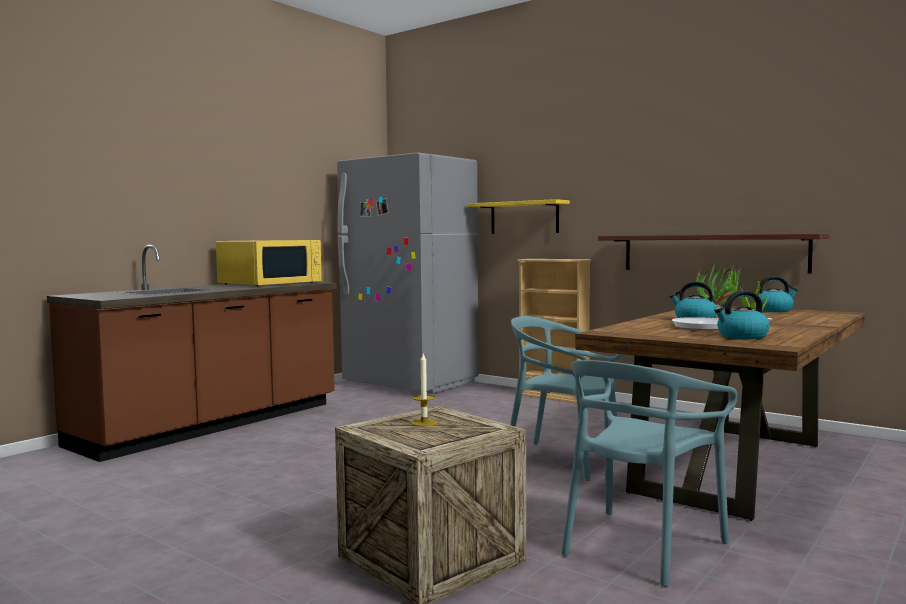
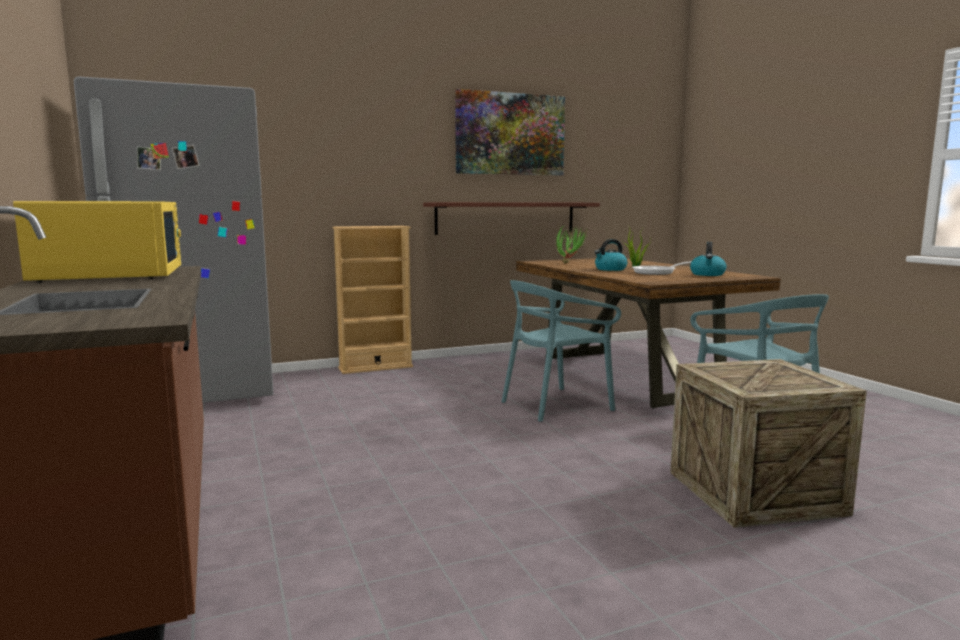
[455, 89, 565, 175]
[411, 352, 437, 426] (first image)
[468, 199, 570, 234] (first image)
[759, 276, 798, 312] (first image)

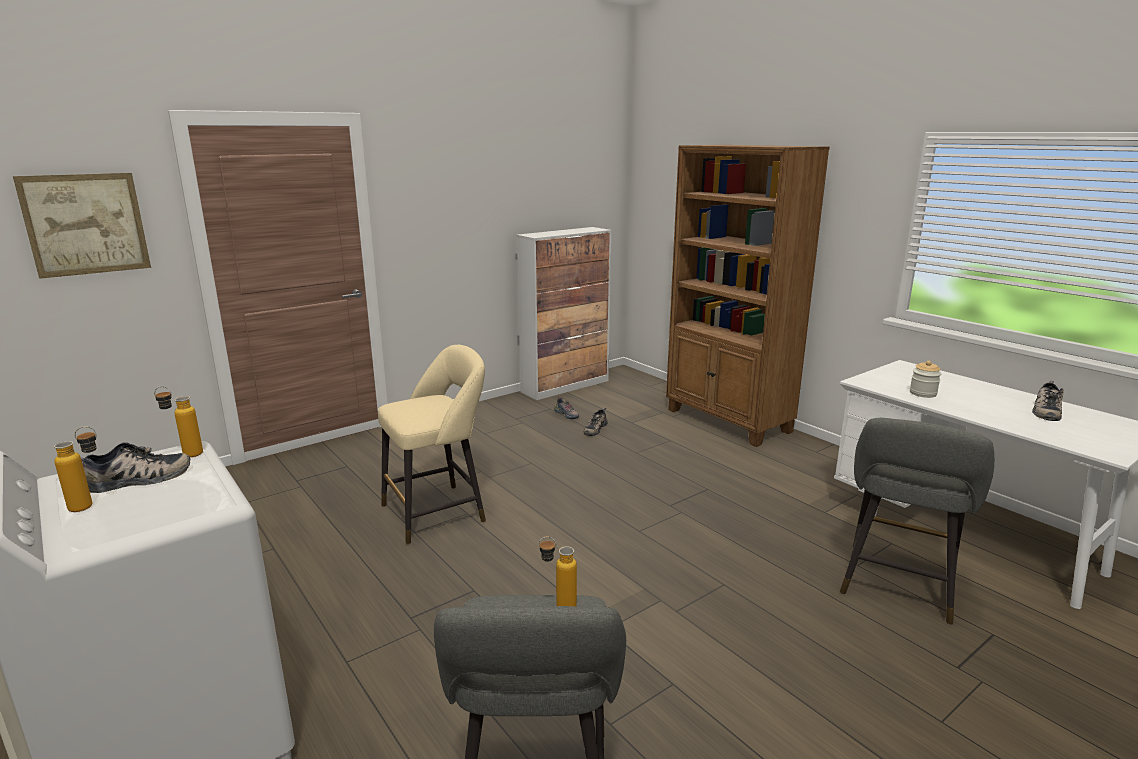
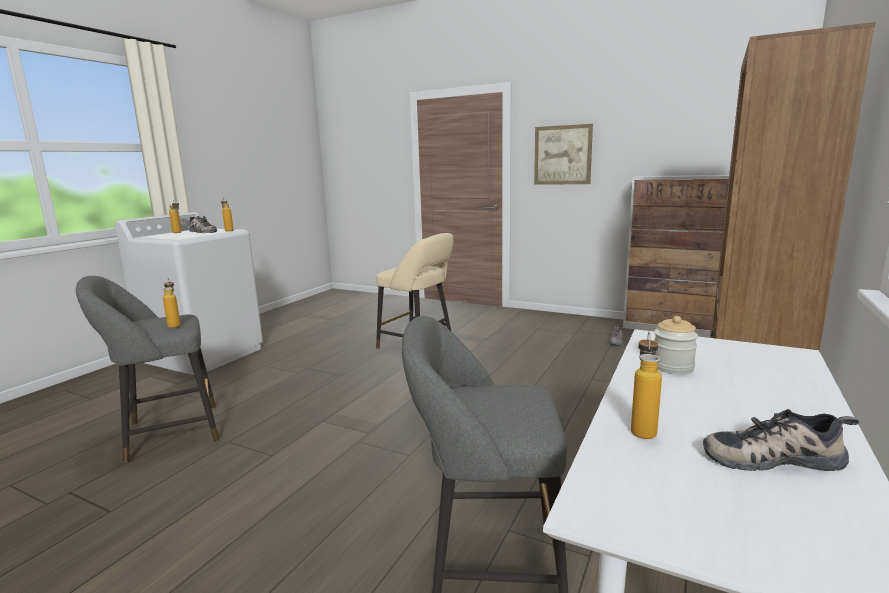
[534, 124, 593, 185]
[631, 332, 662, 439]
[583, 408, 607, 436] (first image)

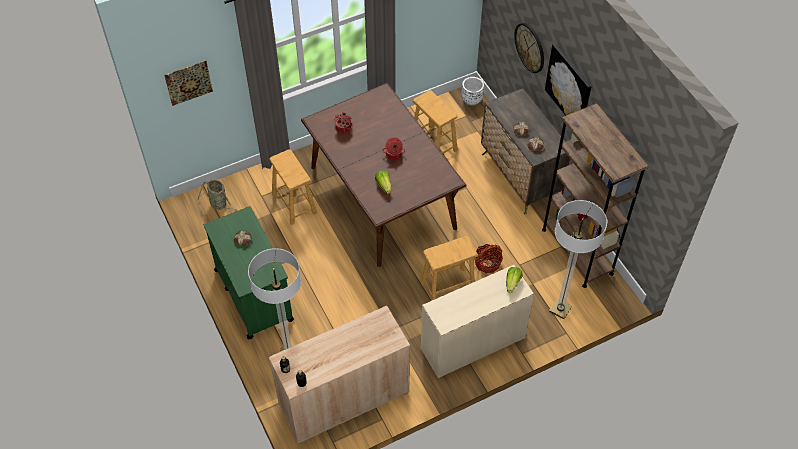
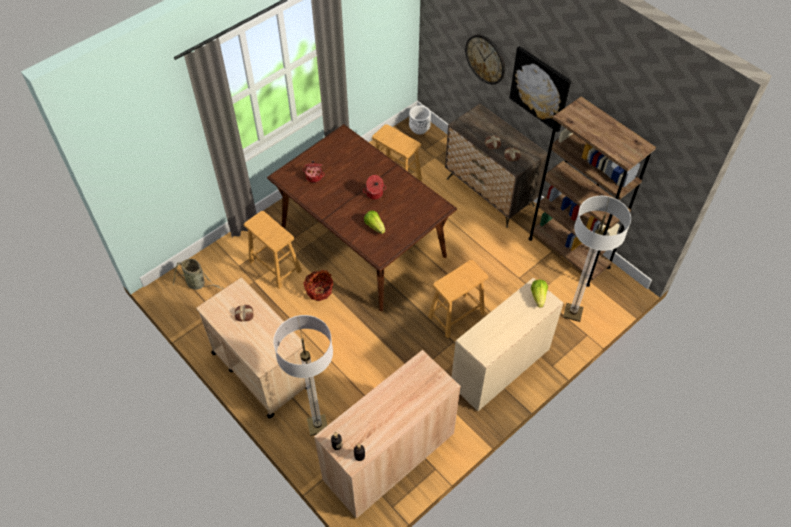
[196, 278, 307, 418]
[303, 270, 333, 301]
[164, 61, 213, 106] (first image)

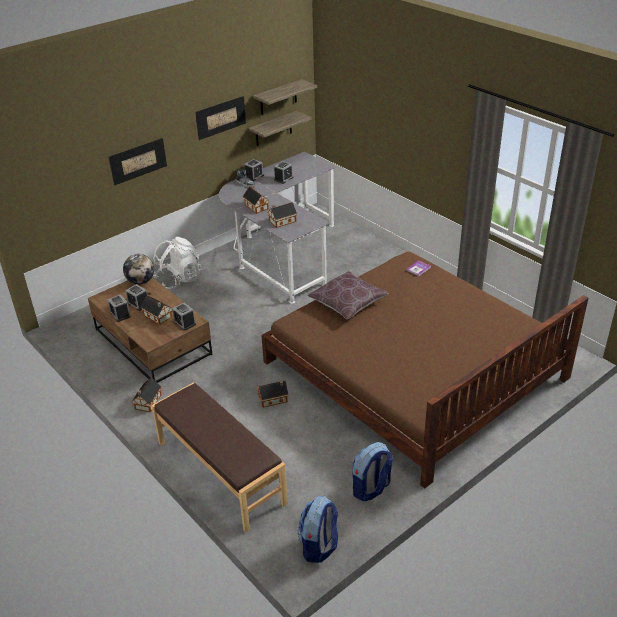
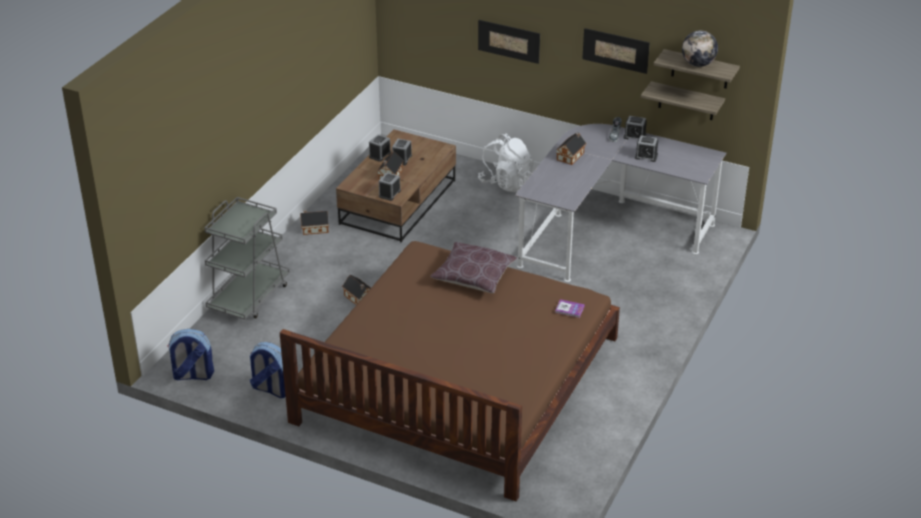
[204, 197, 290, 320]
[682, 30, 718, 67]
[267, 202, 297, 228] (first image)

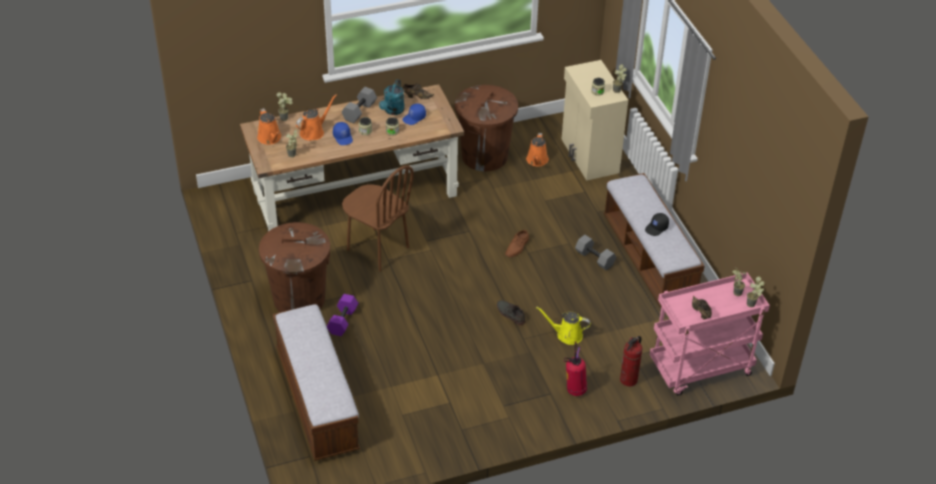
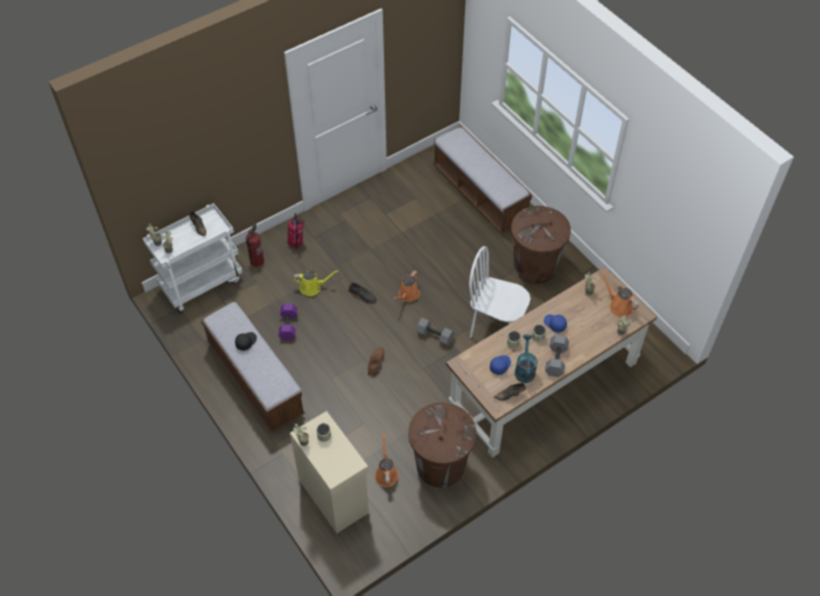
[143, 203, 243, 313]
[278, 303, 297, 340]
[394, 270, 420, 302]
[416, 318, 454, 346]
[469, 246, 531, 338]

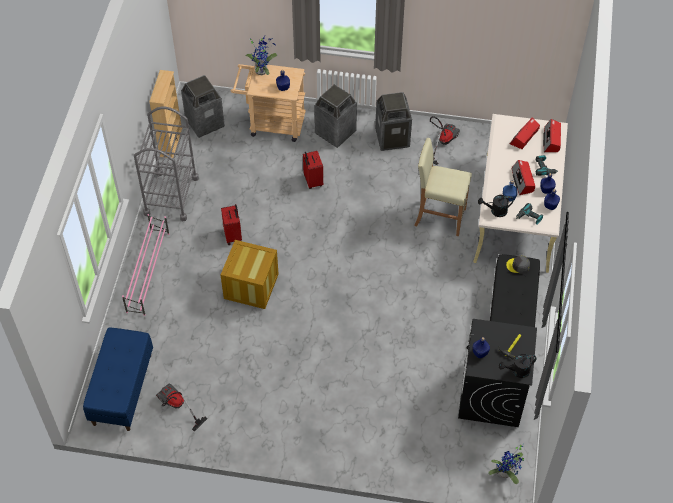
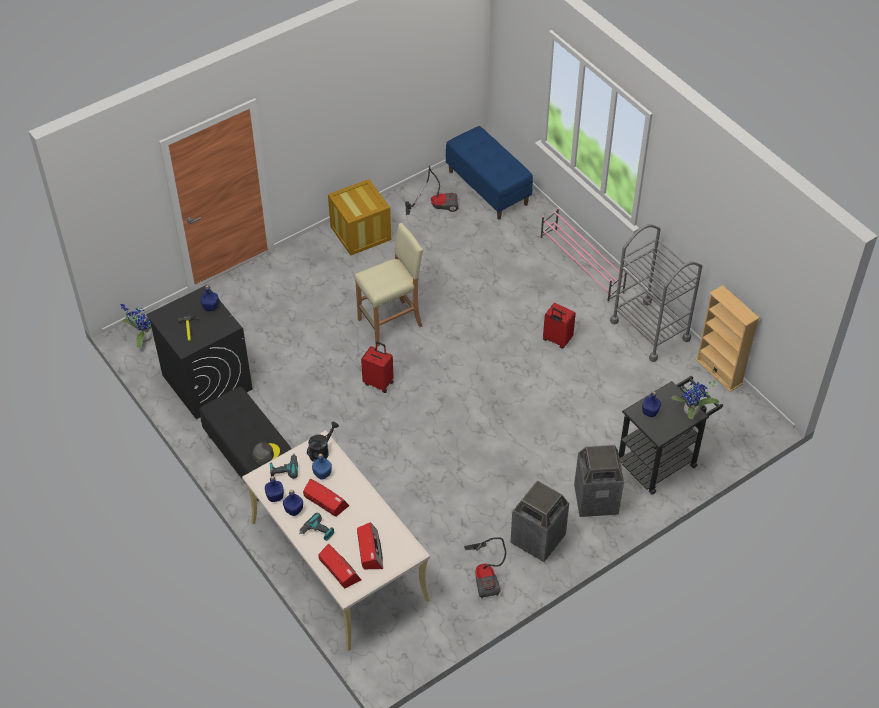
[328, 179, 391, 256]
[354, 223, 423, 347]
[361, 342, 394, 393]
[619, 376, 723, 495]
[181, 75, 225, 138] (first image)
[499, 354, 537, 378] (first image)

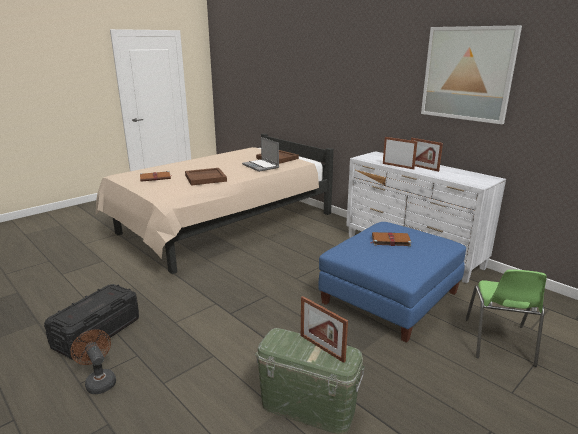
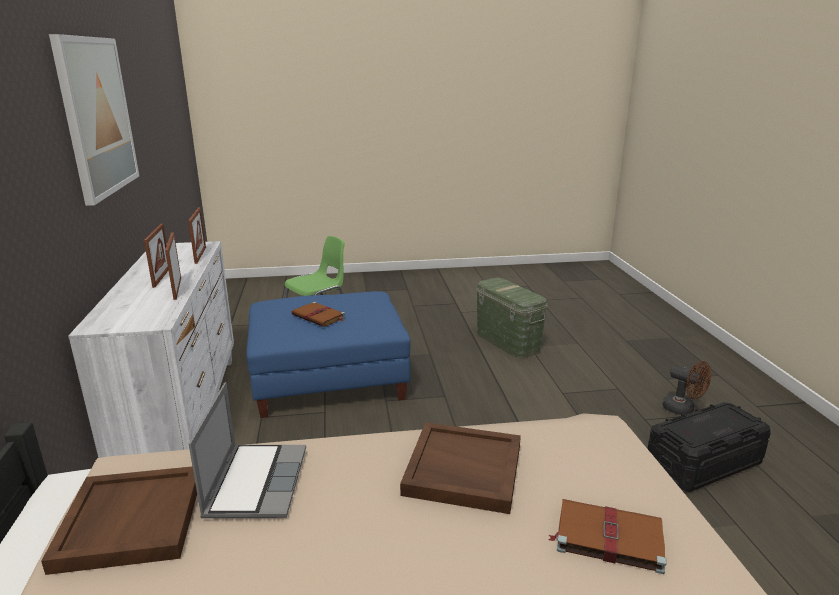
[188, 207, 206, 264]
[663, 361, 712, 415]

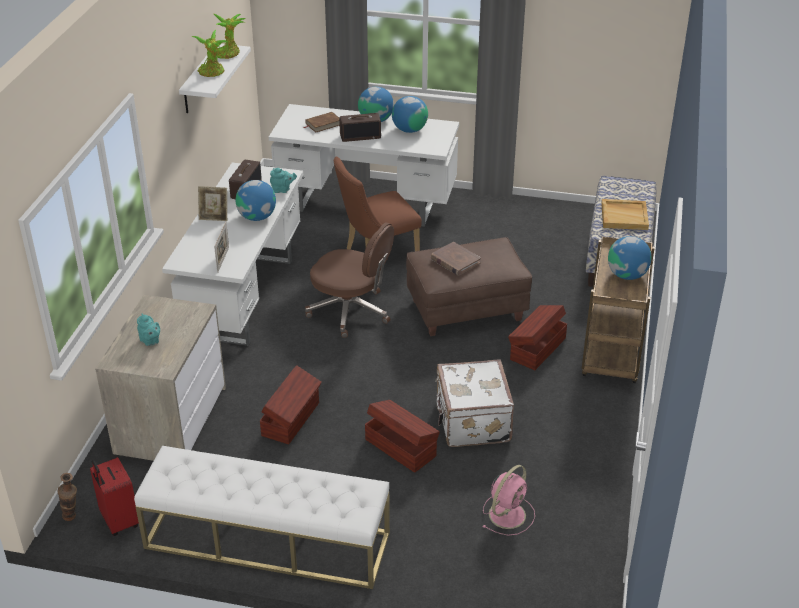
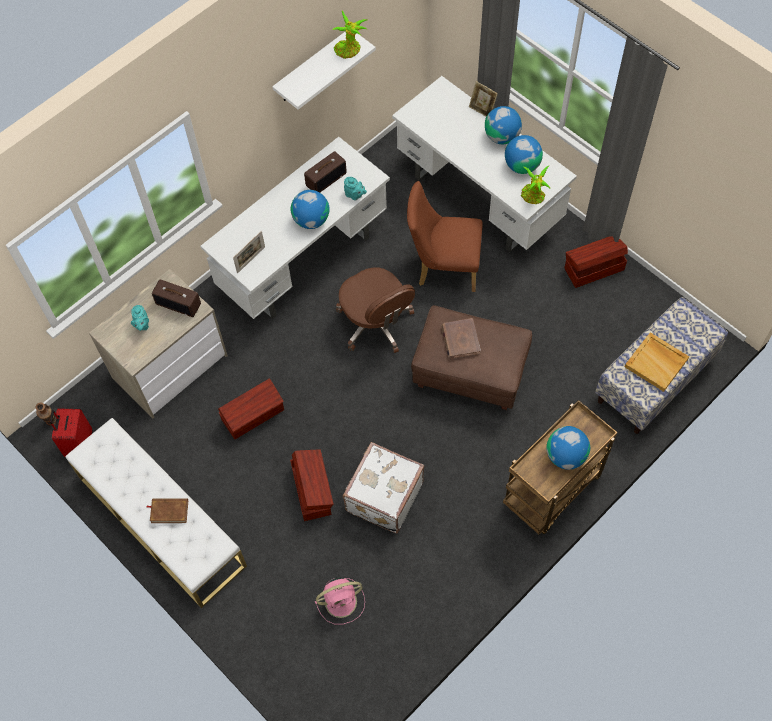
[147, 498, 188, 523]
[152, 280, 201, 317]
[469, 81, 498, 117]
[521, 165, 550, 204]
[564, 236, 628, 288]

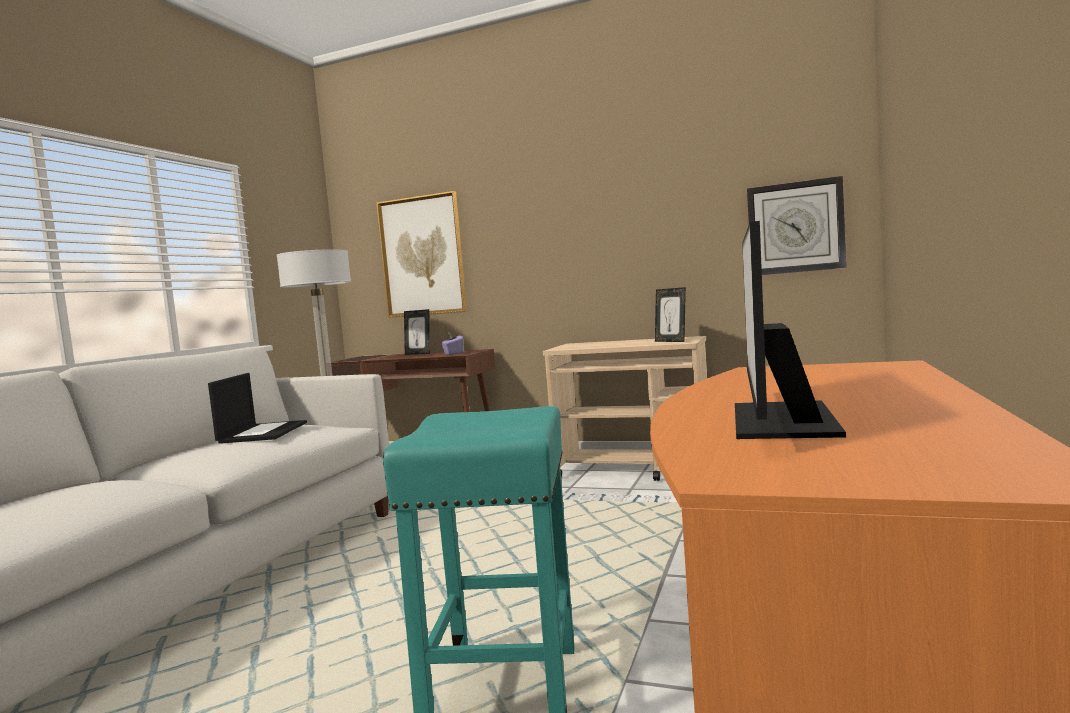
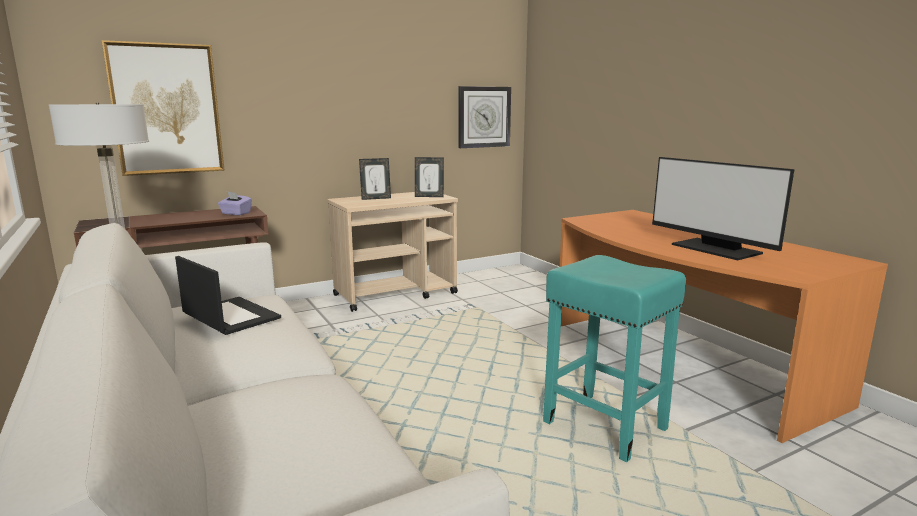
[359, 158, 391, 200]

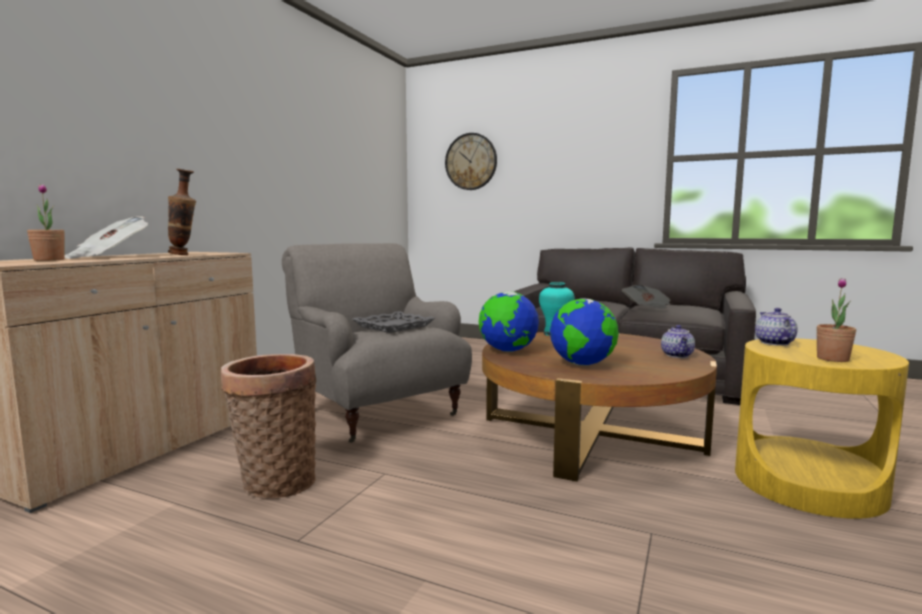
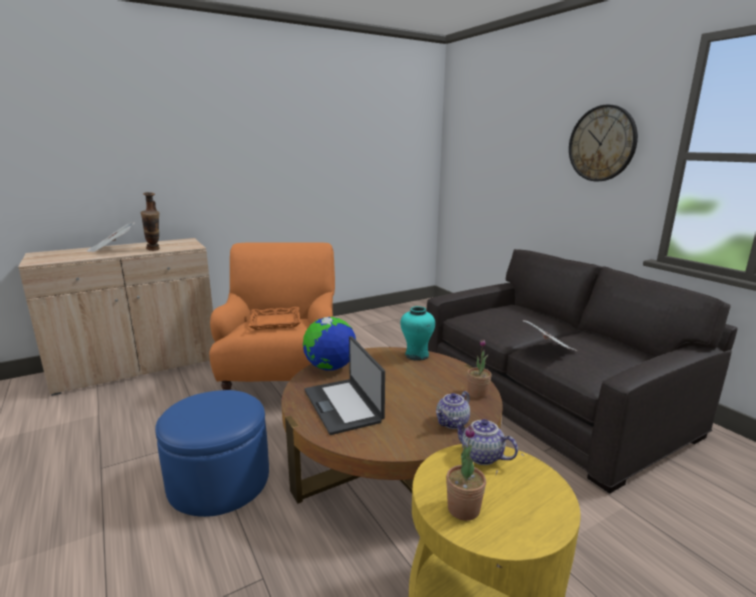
[155, 390, 269, 517]
[209, 242, 335, 390]
[248, 307, 301, 330]
[304, 336, 385, 435]
[453, 417, 518, 465]
[467, 339, 492, 399]
[569, 105, 638, 181]
[221, 354, 316, 499] (first image)

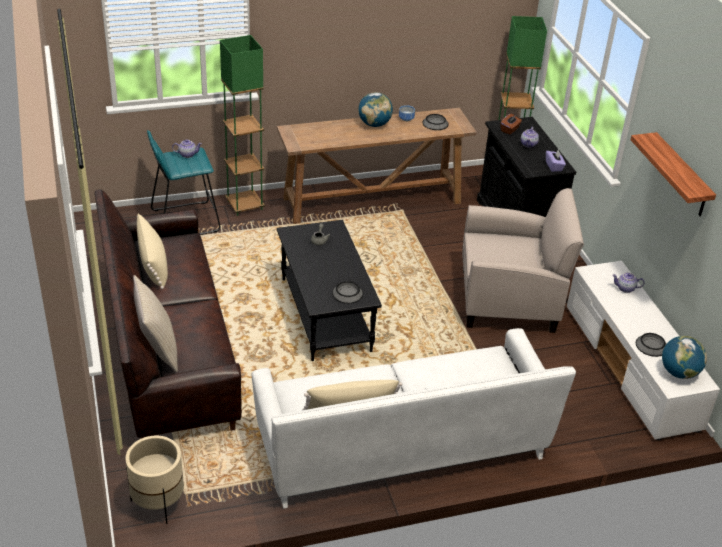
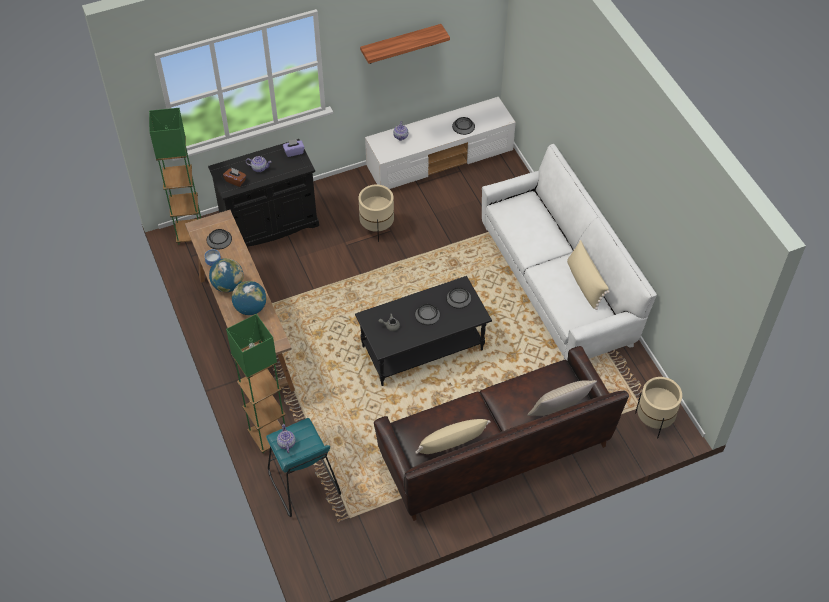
[232, 281, 266, 315]
[359, 185, 394, 242]
[415, 304, 441, 325]

